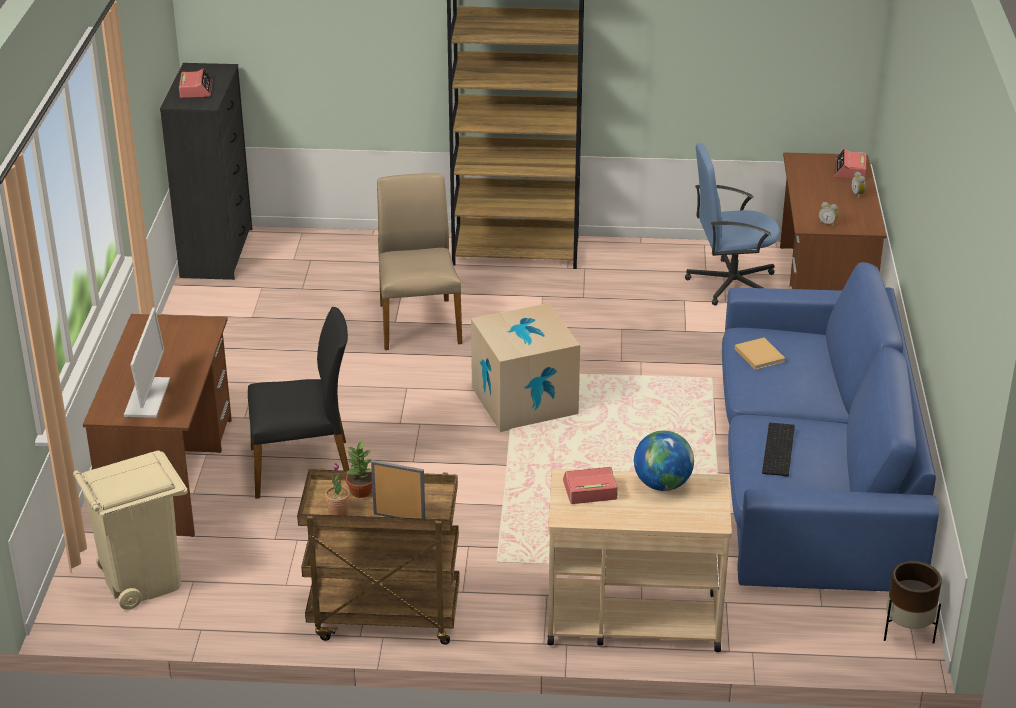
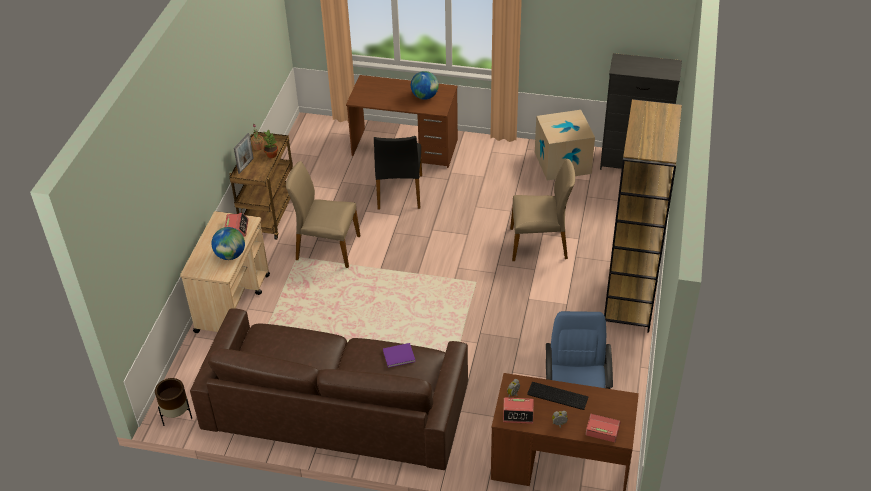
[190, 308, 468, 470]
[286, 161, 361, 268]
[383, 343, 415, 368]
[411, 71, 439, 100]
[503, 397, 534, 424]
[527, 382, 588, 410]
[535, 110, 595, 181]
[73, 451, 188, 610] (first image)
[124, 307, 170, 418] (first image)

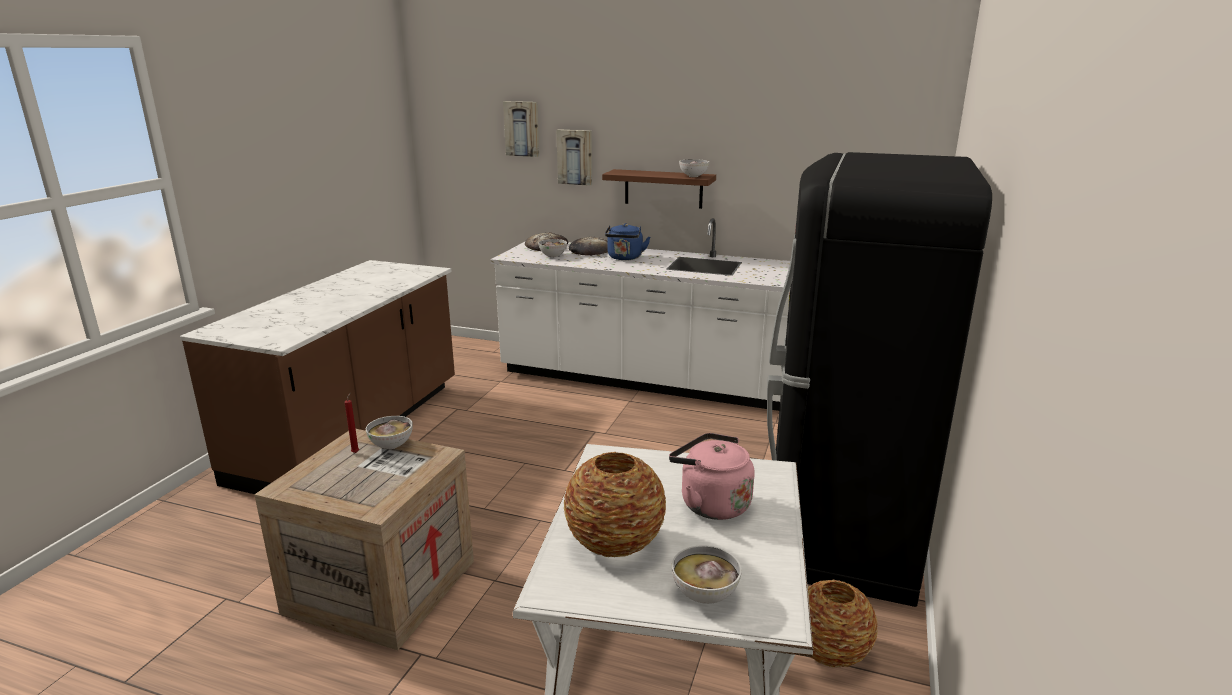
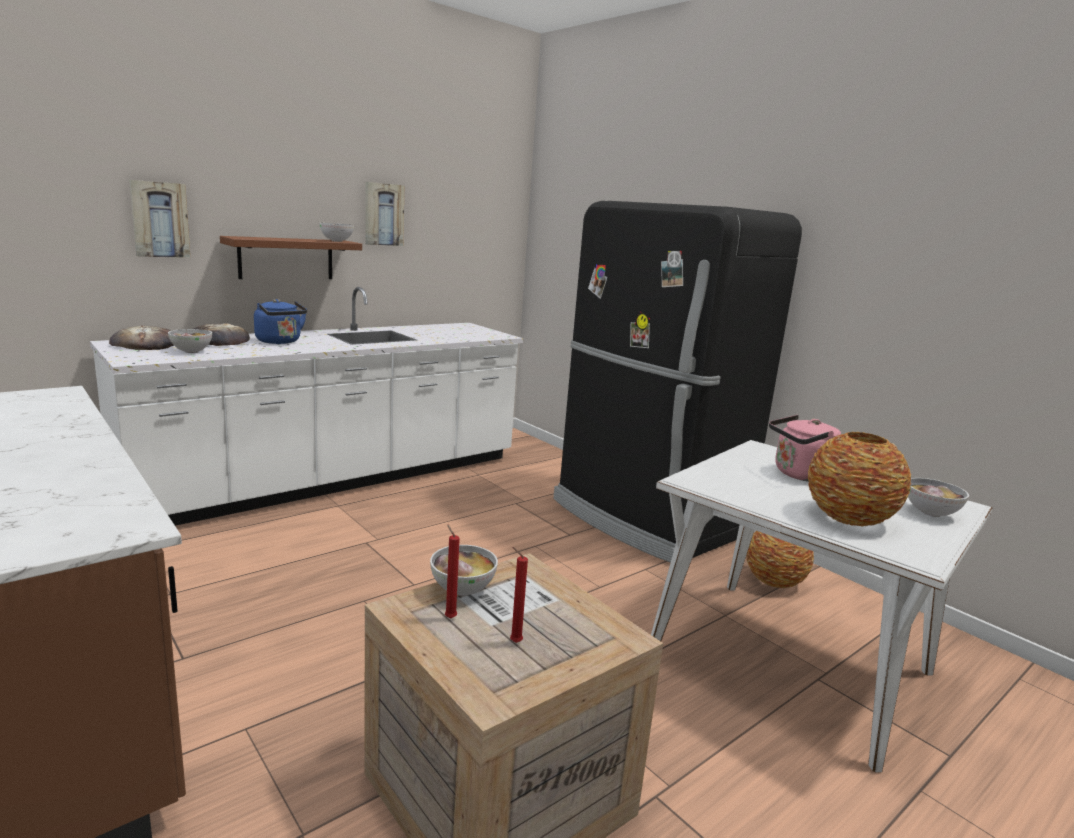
[365, 182, 404, 246]
[510, 547, 528, 643]

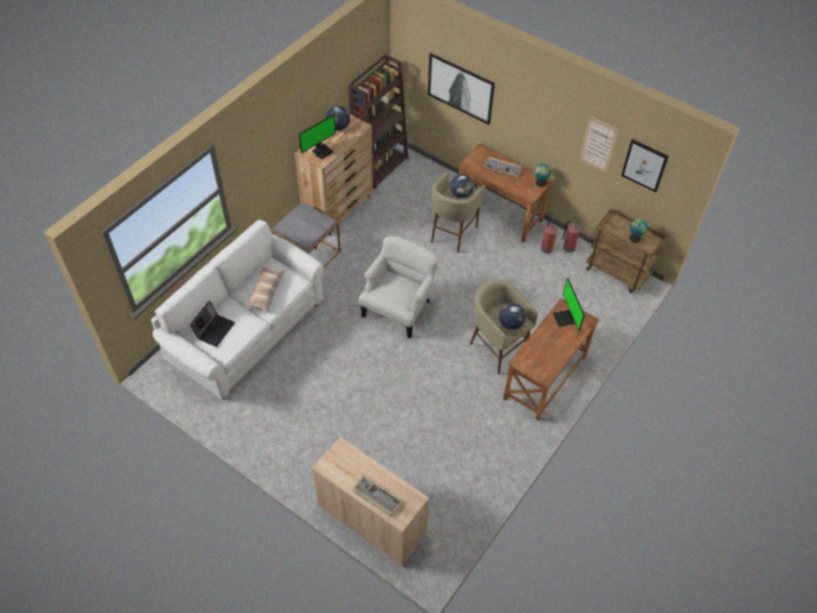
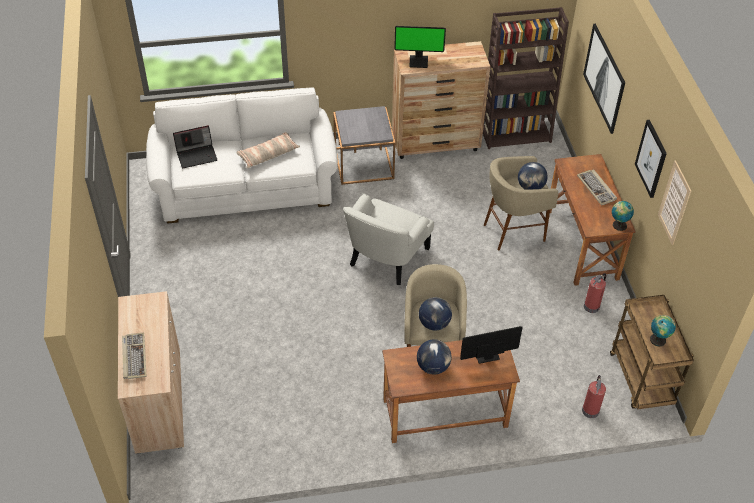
[343, 194, 434, 285]
[417, 339, 452, 375]
[460, 326, 523, 364]
[582, 375, 606, 418]
[635, 120, 667, 198]

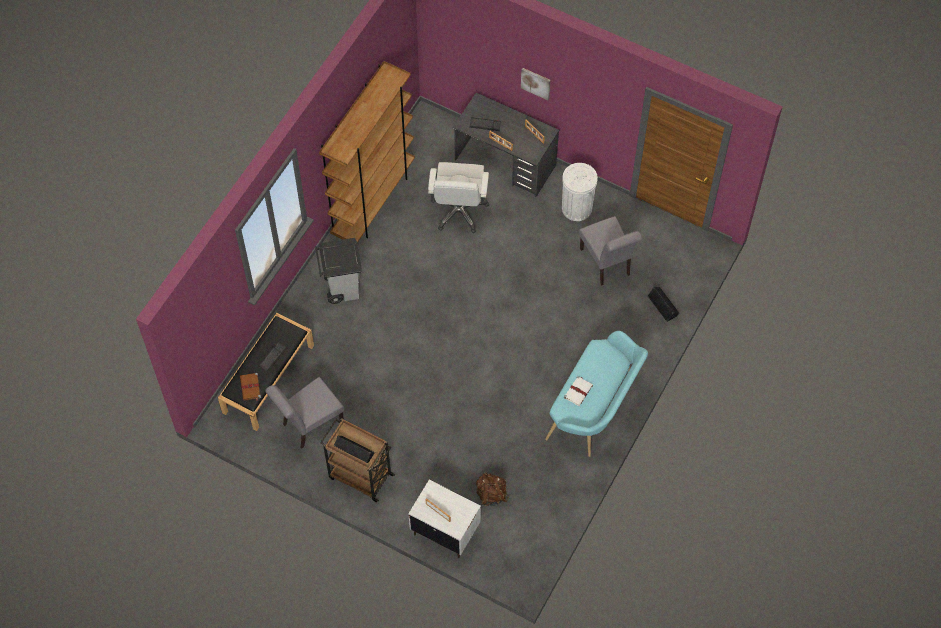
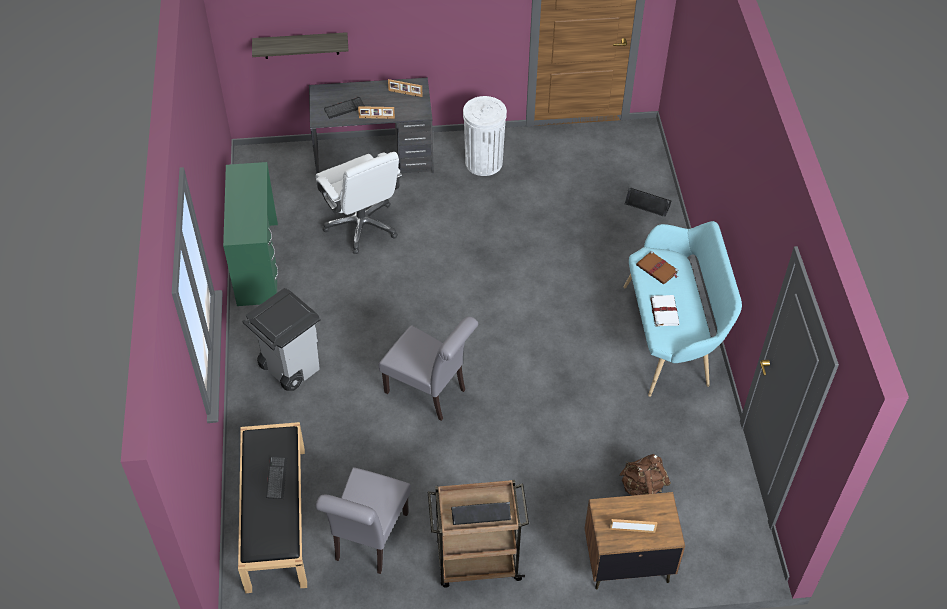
[223, 162, 278, 306]
[252, 32, 348, 59]
[378, 316, 478, 421]
[584, 492, 685, 590]
[636, 251, 678, 284]
[521, 68, 551, 100] (first image)

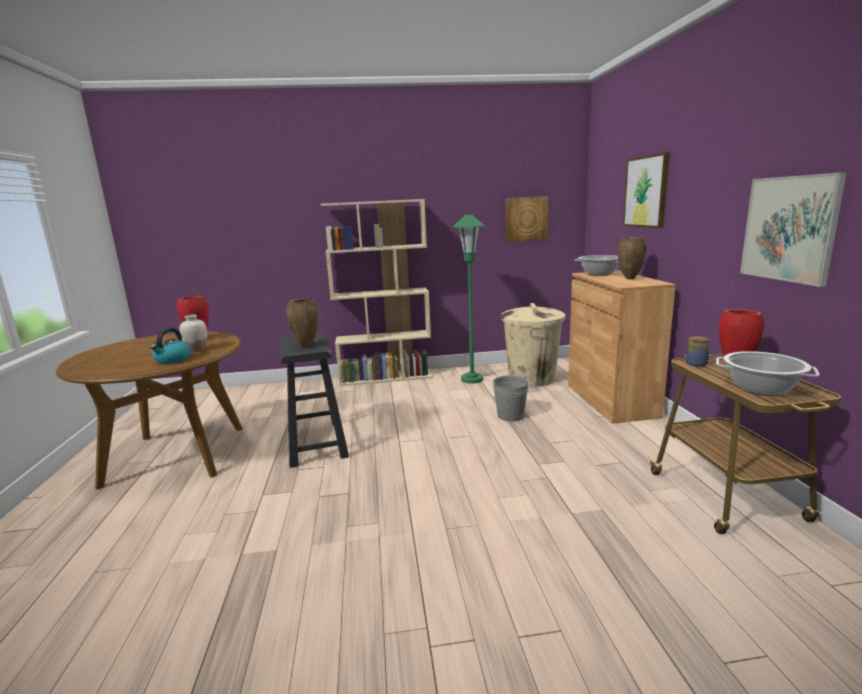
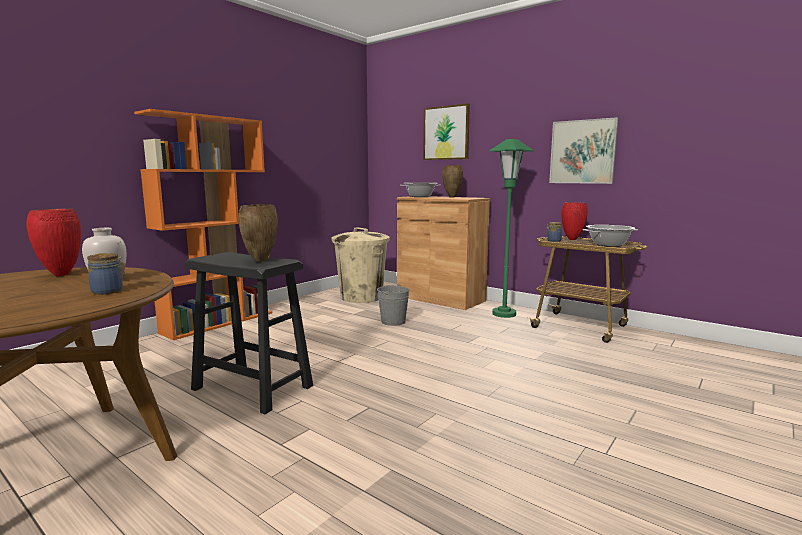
[87, 253, 125, 295]
[134, 109, 273, 340]
[489, 139, 534, 318]
[506, 196, 548, 242] (first image)

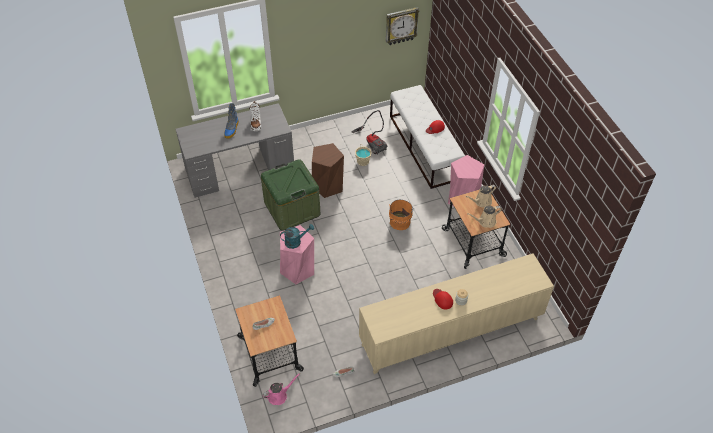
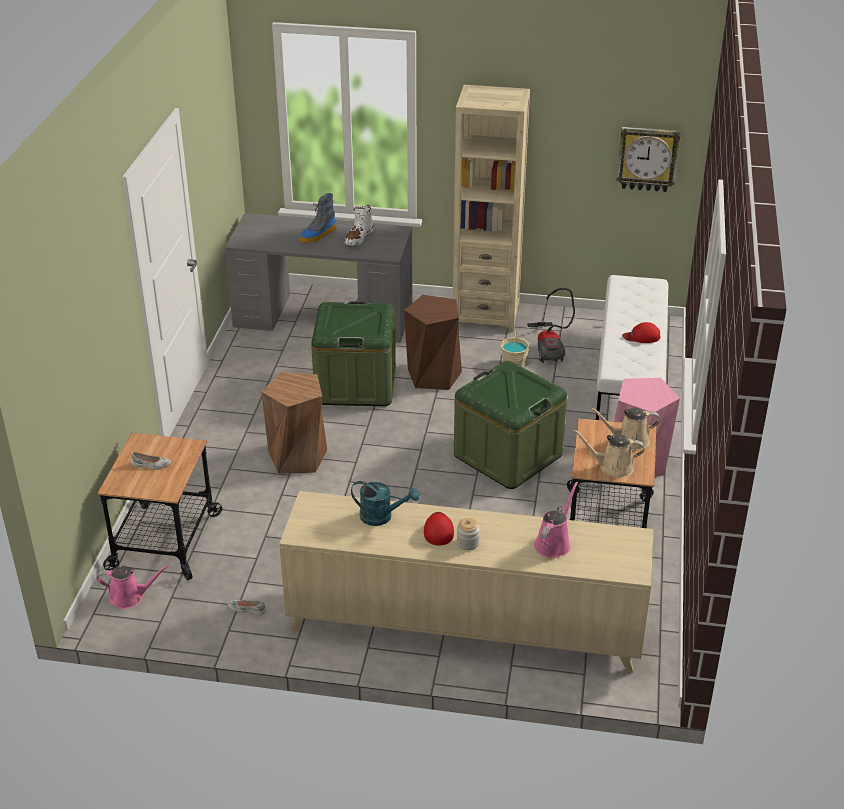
[262, 372, 327, 474]
[351, 481, 419, 526]
[453, 85, 530, 332]
[454, 361, 567, 489]
[534, 482, 578, 558]

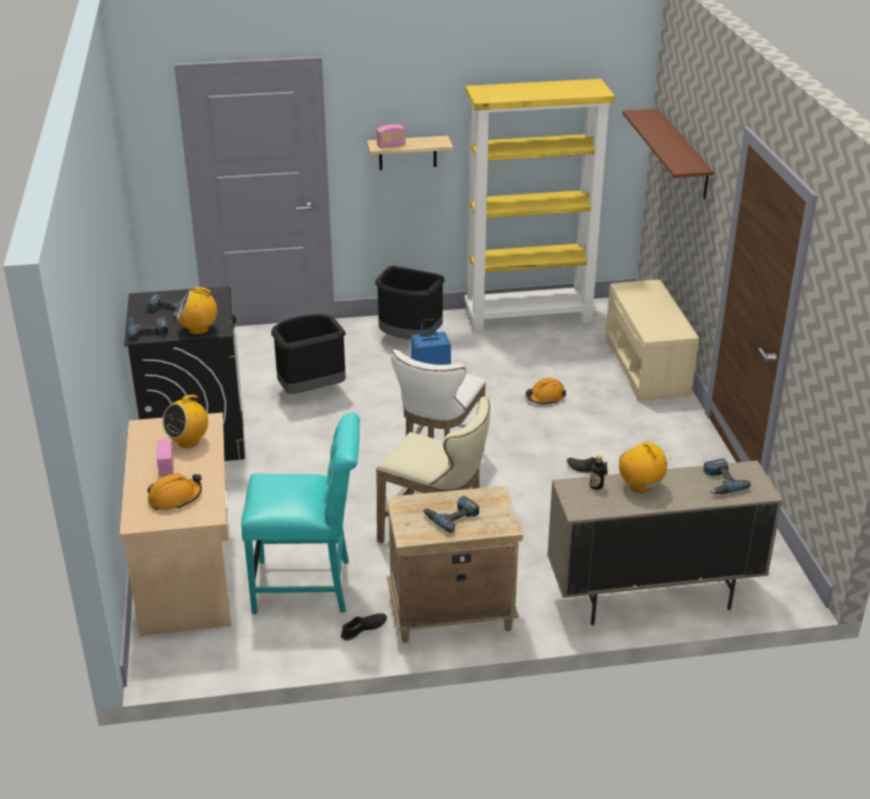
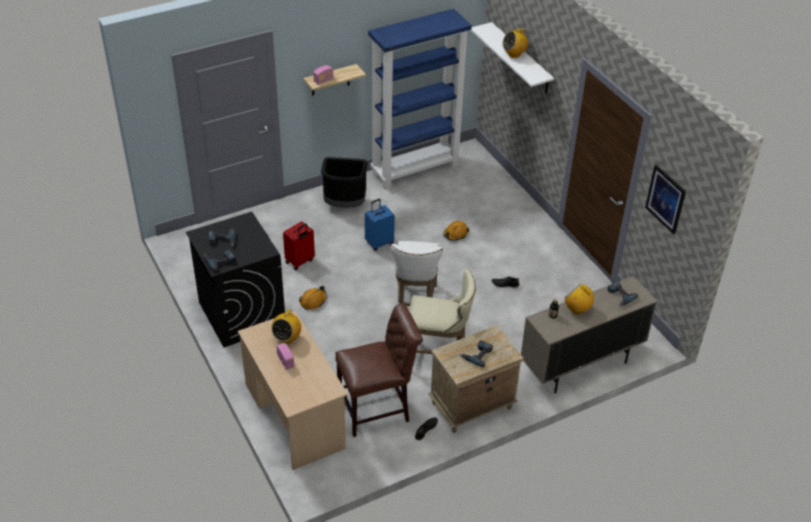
[283, 221, 315, 270]
[299, 286, 327, 310]
[335, 303, 423, 437]
[368, 9, 472, 190]
[471, 22, 554, 93]
[503, 28, 528, 58]
[645, 165, 686, 234]
[605, 280, 699, 401] (first image)

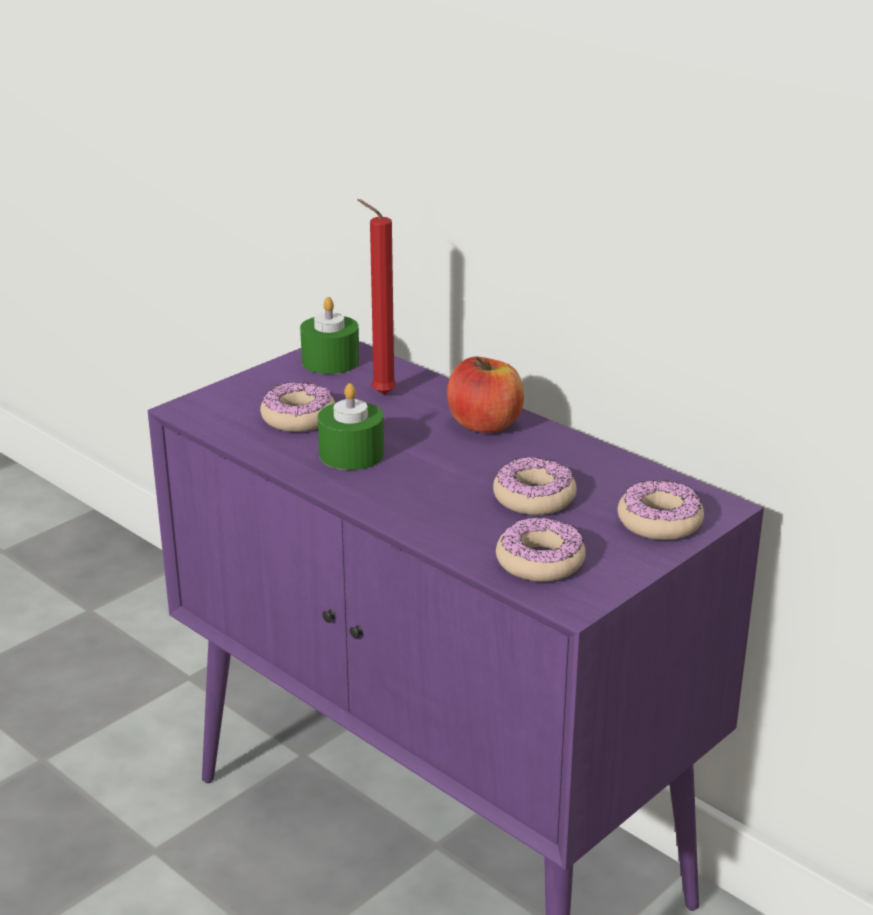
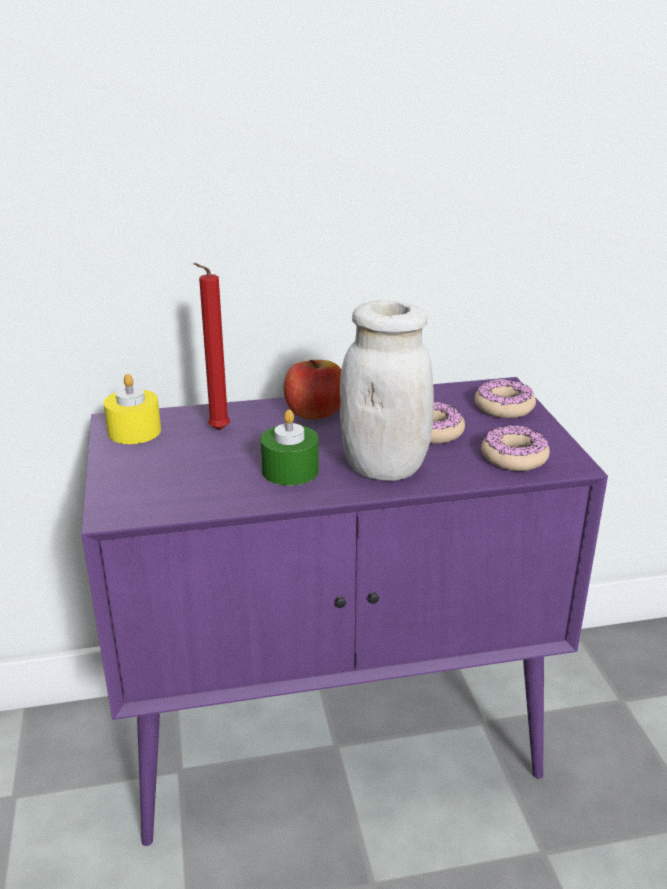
[104, 374, 161, 444]
[340, 301, 434, 481]
[260, 382, 335, 432] (first image)

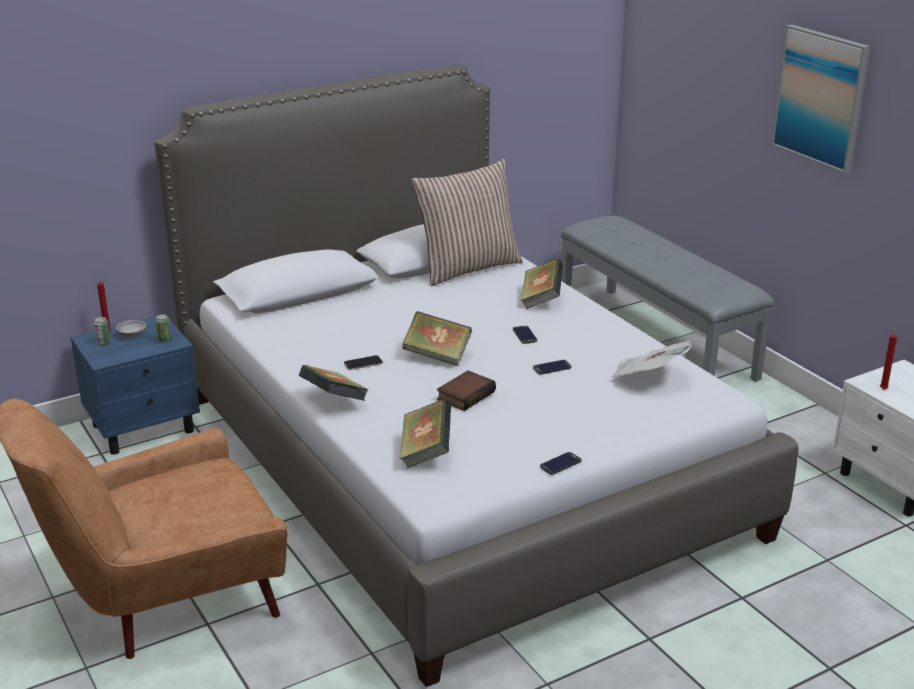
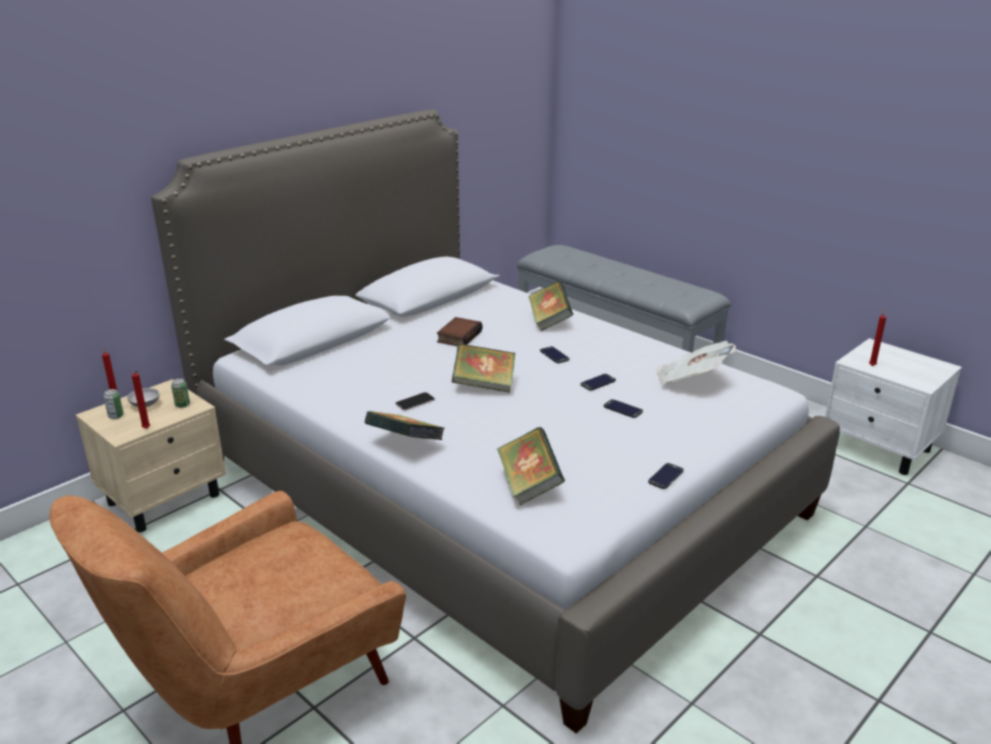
[76, 379, 226, 532]
[131, 370, 150, 429]
[437, 317, 482, 346]
[603, 399, 643, 418]
[411, 159, 523, 286] (first image)
[771, 25, 870, 174] (first image)

